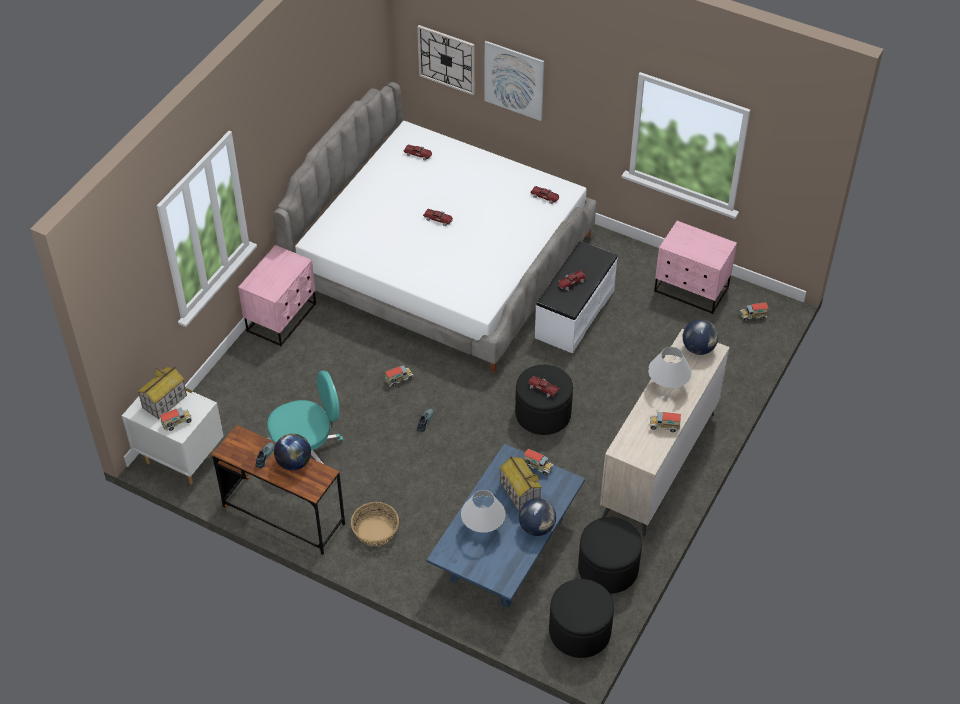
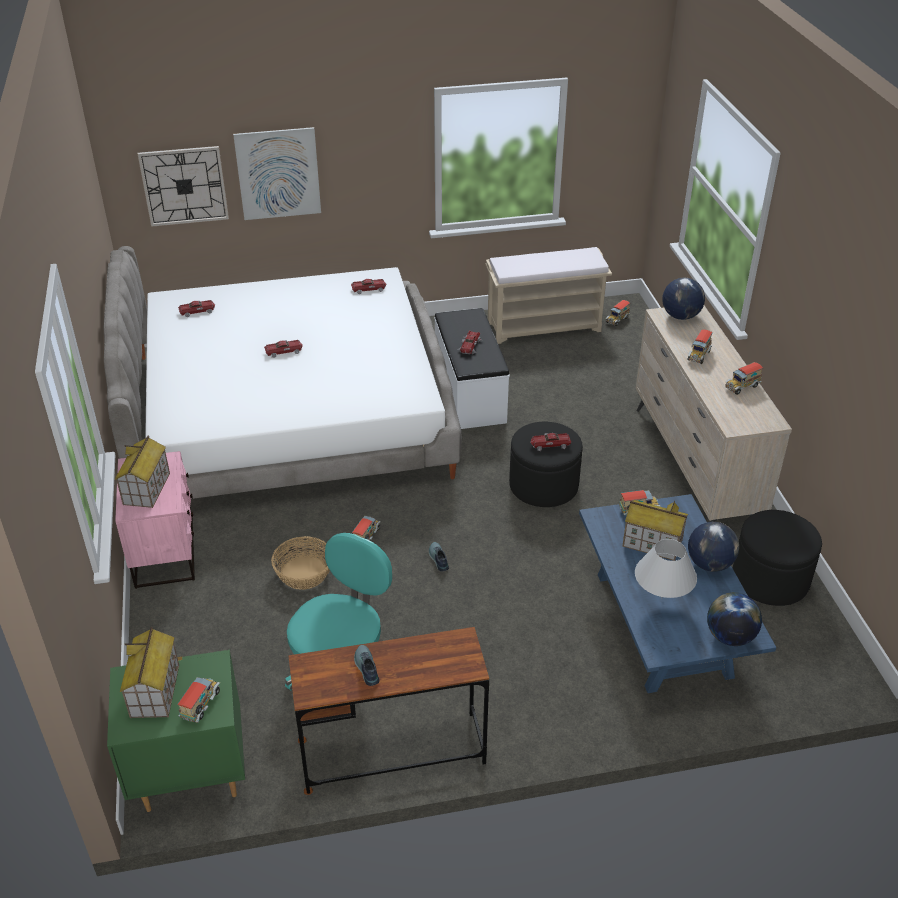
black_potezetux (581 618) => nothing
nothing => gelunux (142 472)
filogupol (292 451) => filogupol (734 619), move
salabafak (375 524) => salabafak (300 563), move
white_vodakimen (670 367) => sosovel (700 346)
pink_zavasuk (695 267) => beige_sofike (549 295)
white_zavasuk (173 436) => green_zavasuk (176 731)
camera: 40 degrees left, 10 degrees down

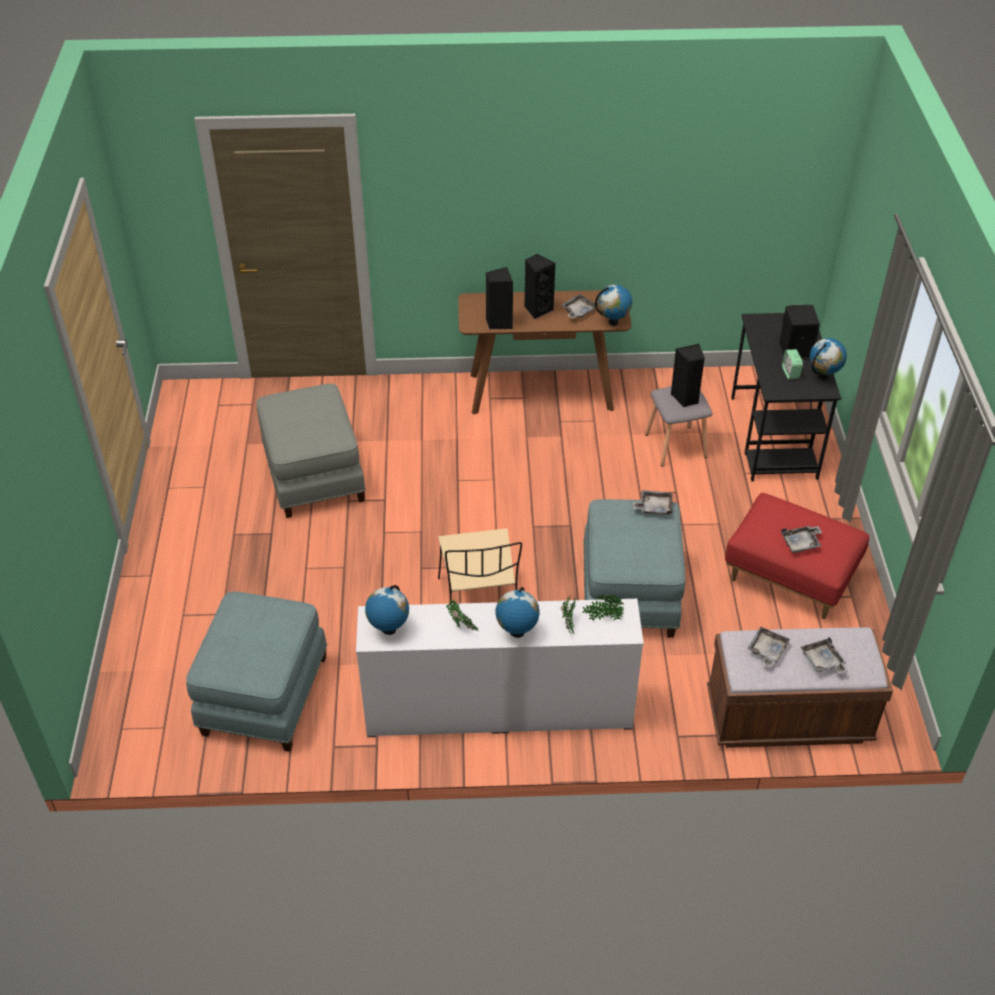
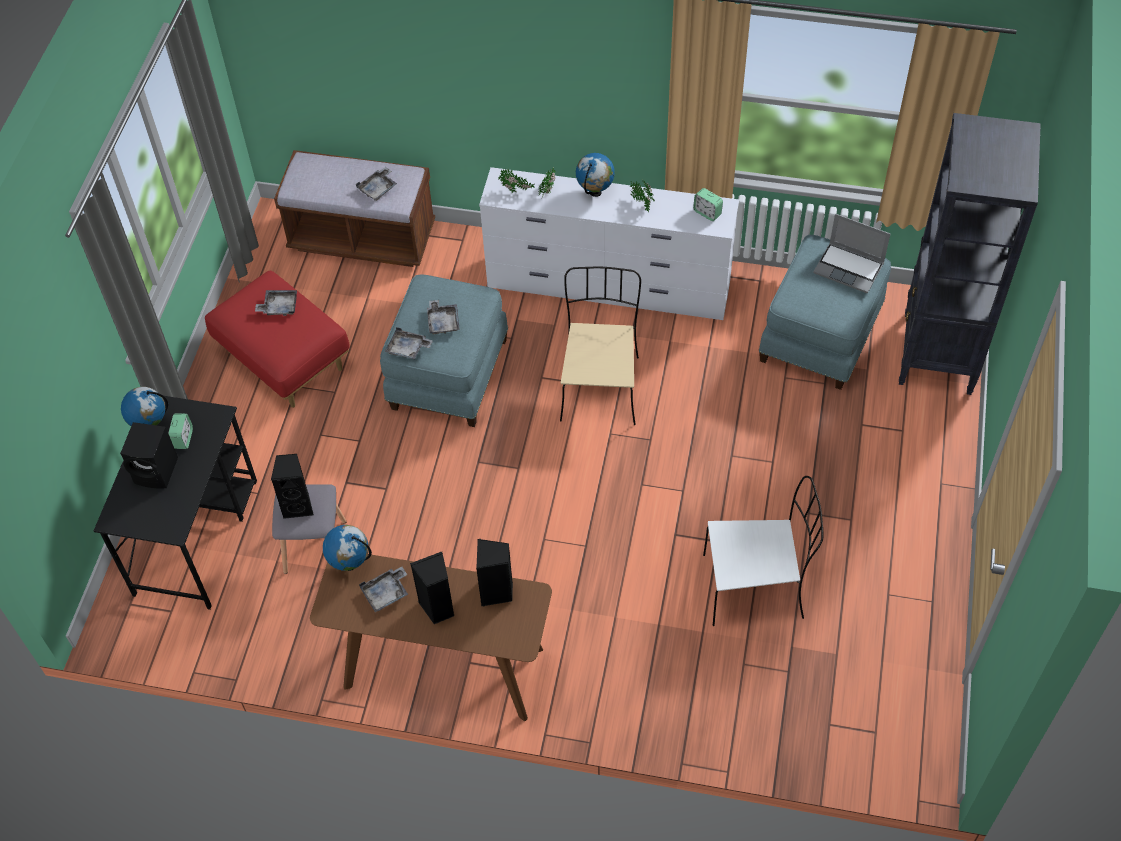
nothing => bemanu (851 253)
nothing => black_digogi (970 254)
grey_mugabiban (824 655) => grey_mugabiban (443 317), move
grey_potezetux (311 451) => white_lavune (763 551)
filogupol (387 610) => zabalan (708 204)
camera: 165 degrees left, 10 degrees up

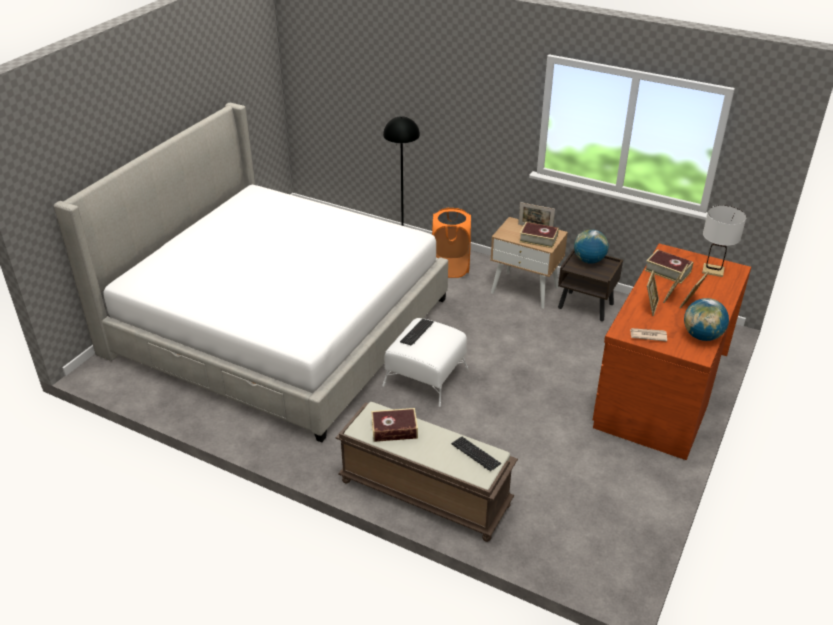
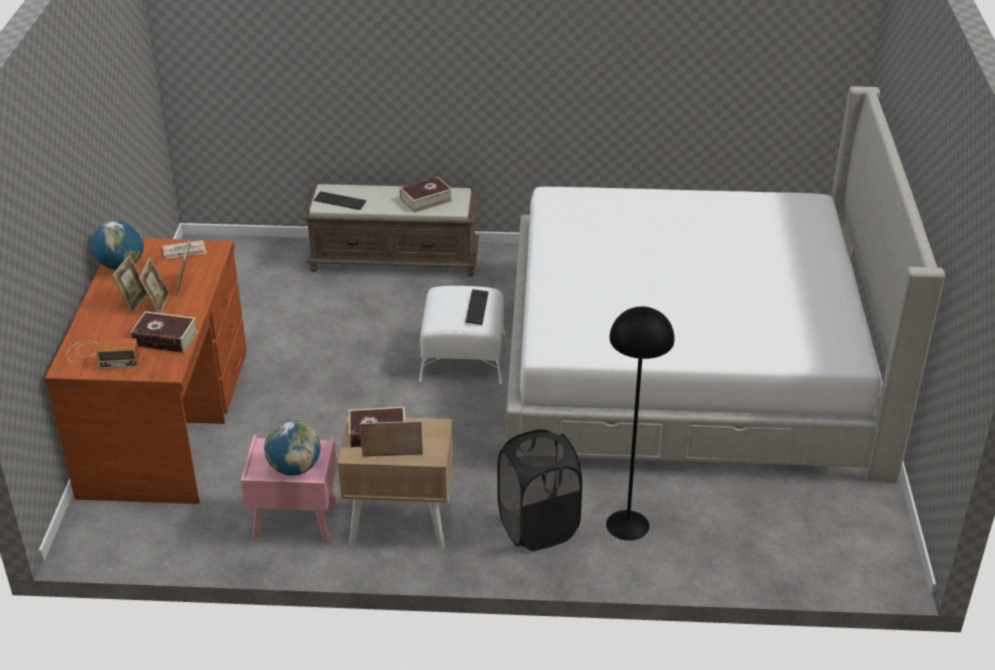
white_vodakimen (724 241) => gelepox (103 353)
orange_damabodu (451 243) => black_damabodu (539 490)
brown_zavasuk (590 285) => pink_zavasuk (288 488)
camera: 155 degrees right, 0 degrees up

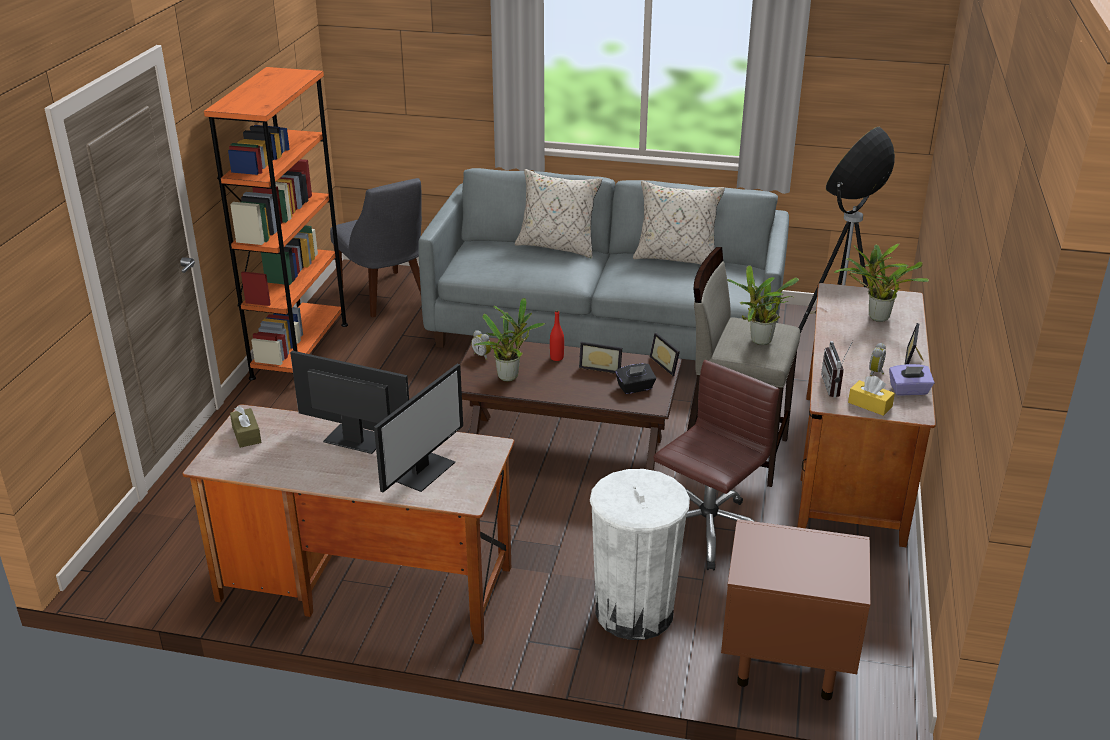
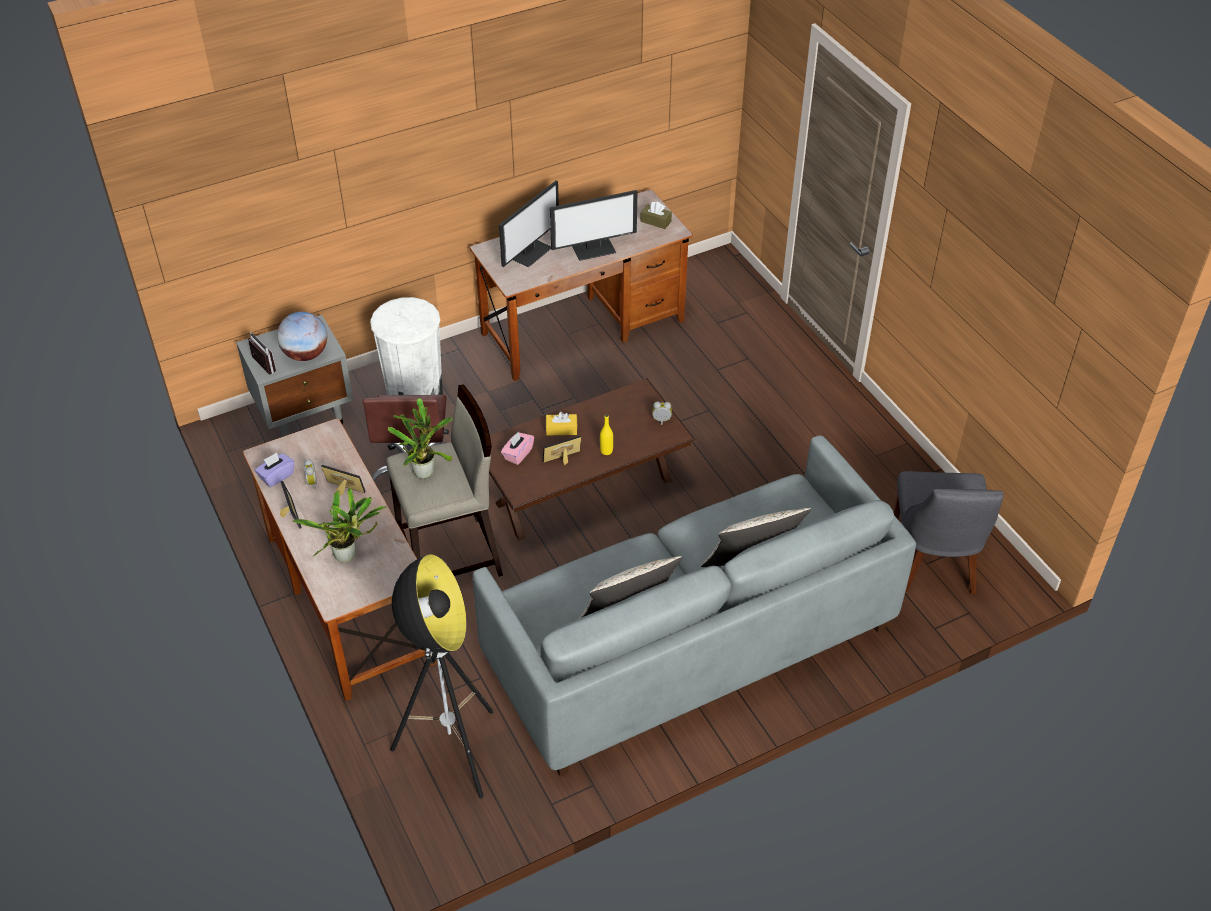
orange_digogi (276 223) => nothing
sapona (509 340) => nothing
nothing => filogupol (302 336)
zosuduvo (665 354) => zosuduvo (343 480), move
gelepox (837 369) => gelepox (261 353), move
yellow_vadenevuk (871 396) => yellow_vadenevuk (561 423), move
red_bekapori (557 335) => yellow_bekapori (606 434)
black_vadenevuk (636 378) => pink_vadenevuk (517 448)
brown_zavasuk (795 609) => grey_zavasuk (294 376)
grey_lavune (376 247) => grey_lavune (949 532), 105 degrees counterclockwise
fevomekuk (418 428) => fevomekuk (529 223), 135 degrees counterclockwise
camera: 140 degrees right, 15 degrees up

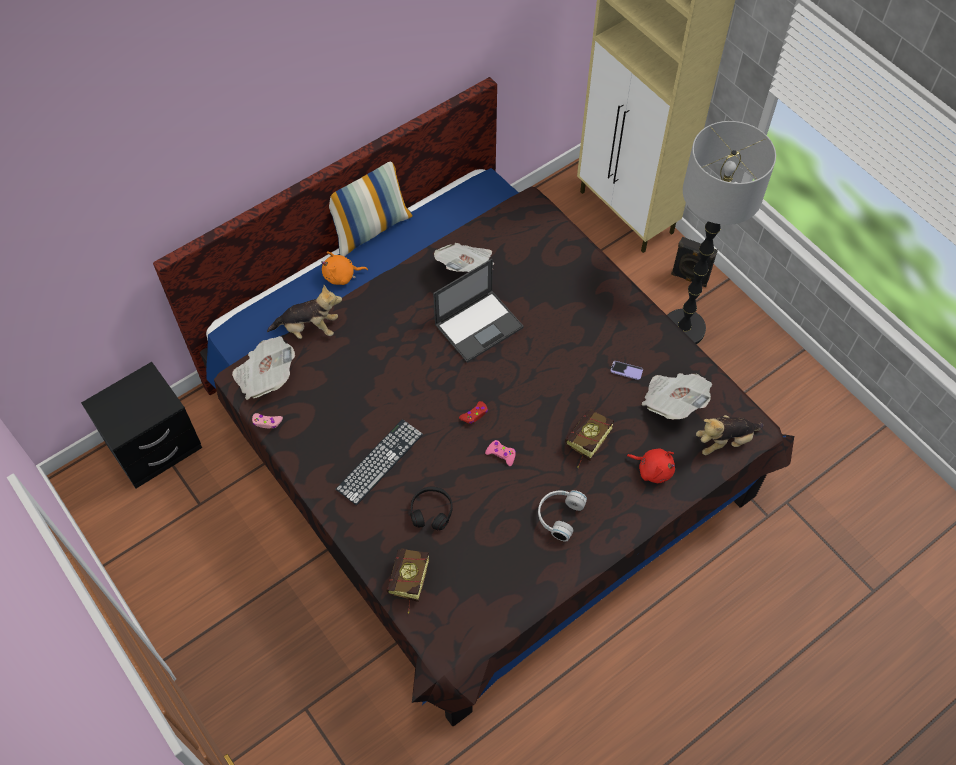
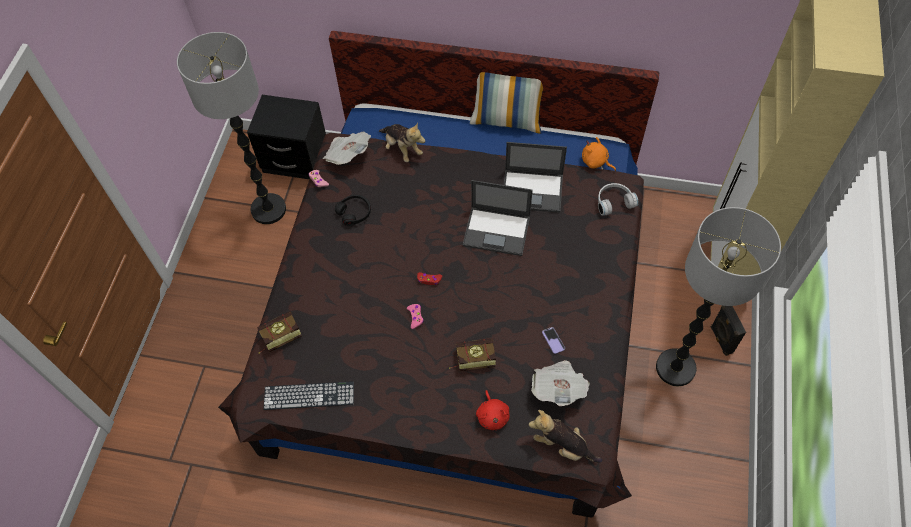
nothing => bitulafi (231 128)
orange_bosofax (344 268) => orange_bosofax (599 154), move
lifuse (379 462) => lifuse (308 395), move
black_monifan (431 508) => black_monifan (353 210), move
white_monifan (562 516) => white_monifan (618 199), move
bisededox (464 257) => bemanu (535 177)
camera: 50 degrees right, 0 degrees up

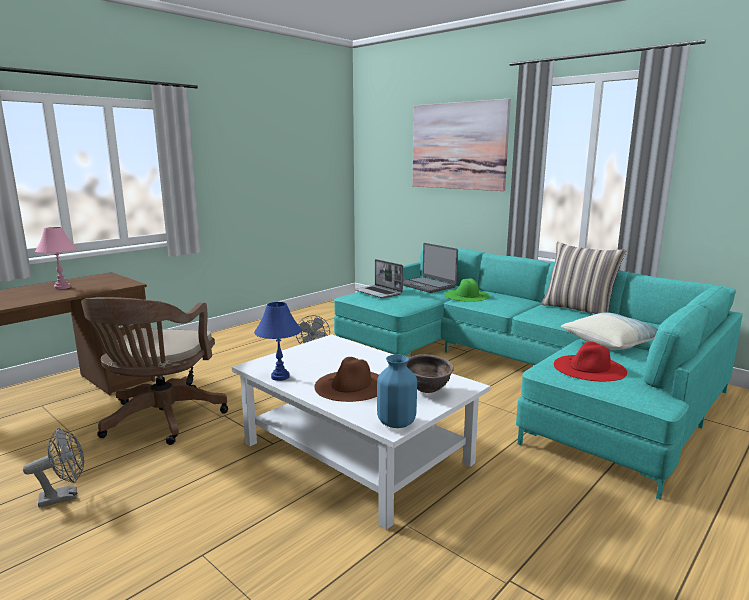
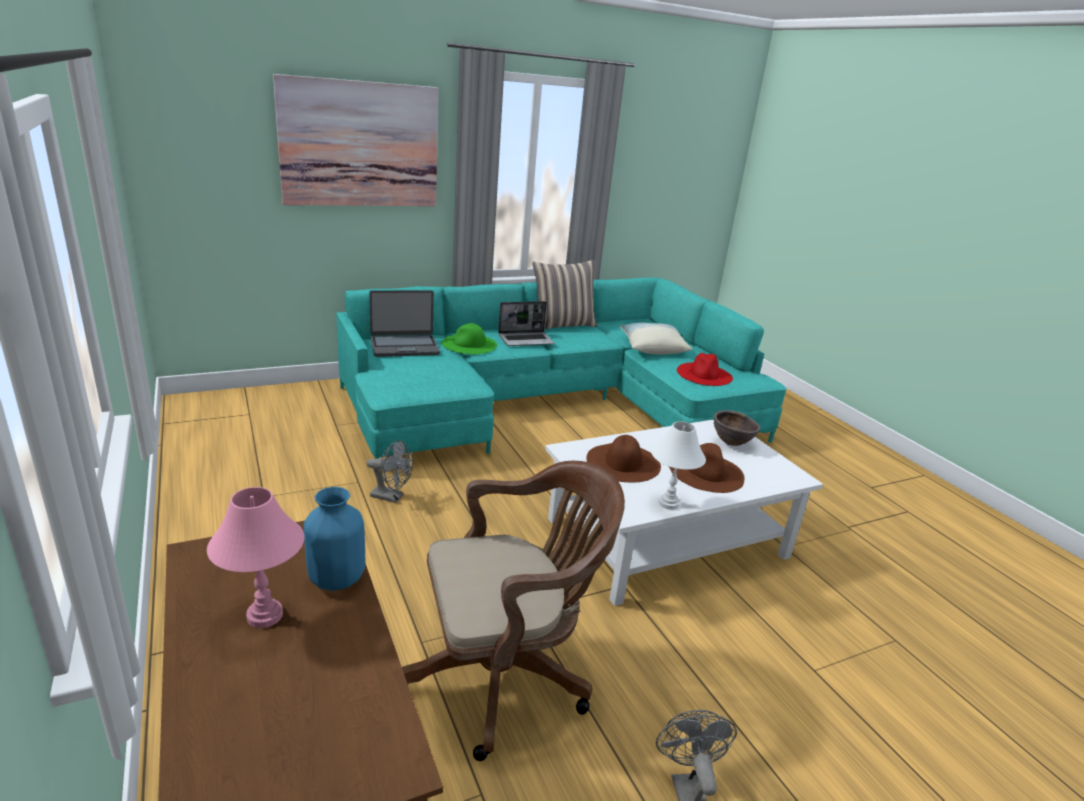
nothing => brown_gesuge (623 458)
bemanu (378 278) => bemanu (526 323), move
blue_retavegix (397 391) => blue_retavegix (334 539), move
blue_vodakimen (278 341) => white_vodakimen (678 465)
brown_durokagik (154 371) => brown_durokagik (513 611), 45 degrees counterclockwise
camera: 70 degrees left, 10 degrees up

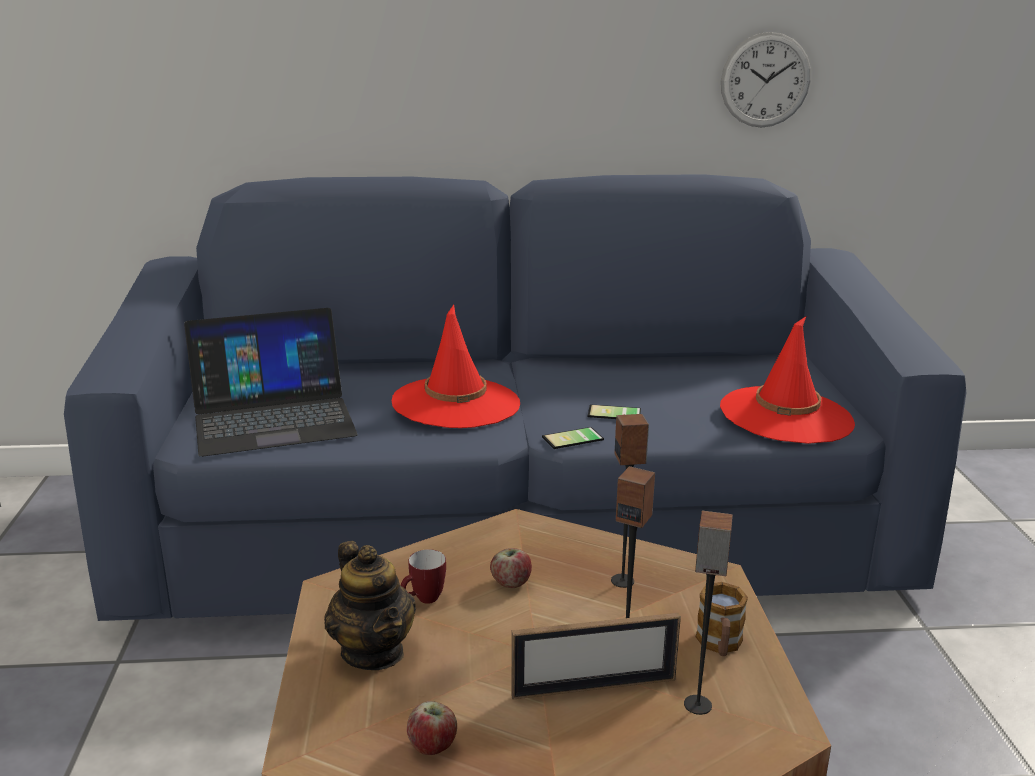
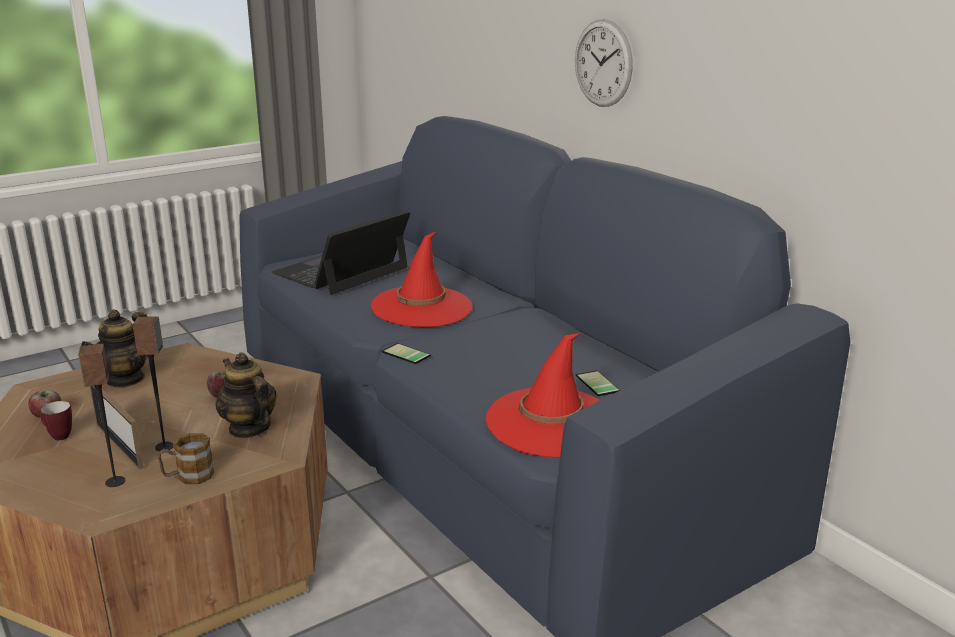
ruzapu (423 576) => ruzapu (56 420), move
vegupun (614 411) => vegupun (598 383), move
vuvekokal (766 80) => vuvekokal (604 63), move
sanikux (630 501) => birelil (246 395)
bemanu (271 382) => bemanu (341 253), 90 degrees clockwise
camera: 60 degrees right, 0 degrees up

